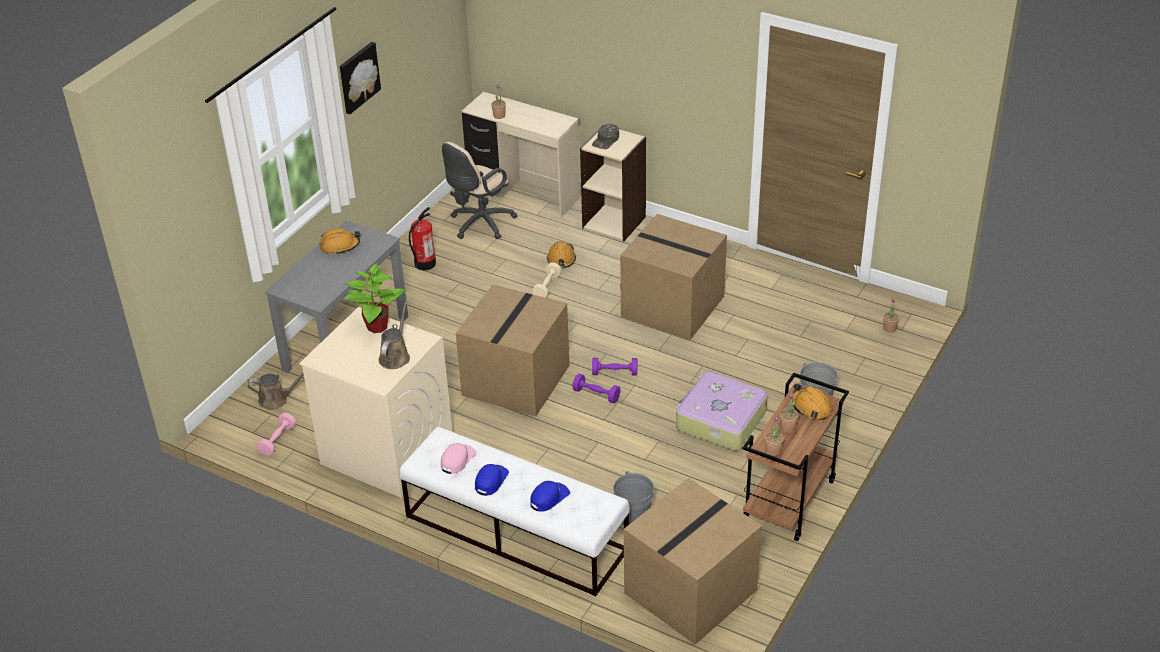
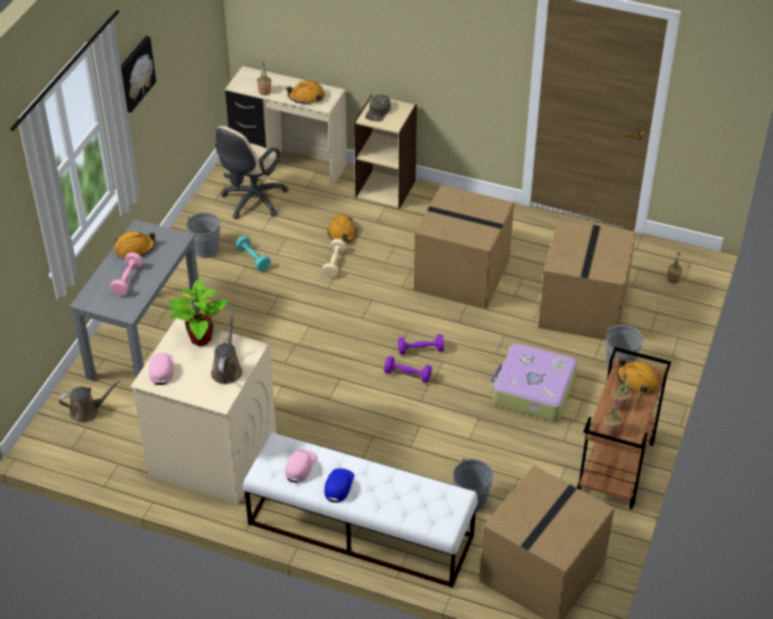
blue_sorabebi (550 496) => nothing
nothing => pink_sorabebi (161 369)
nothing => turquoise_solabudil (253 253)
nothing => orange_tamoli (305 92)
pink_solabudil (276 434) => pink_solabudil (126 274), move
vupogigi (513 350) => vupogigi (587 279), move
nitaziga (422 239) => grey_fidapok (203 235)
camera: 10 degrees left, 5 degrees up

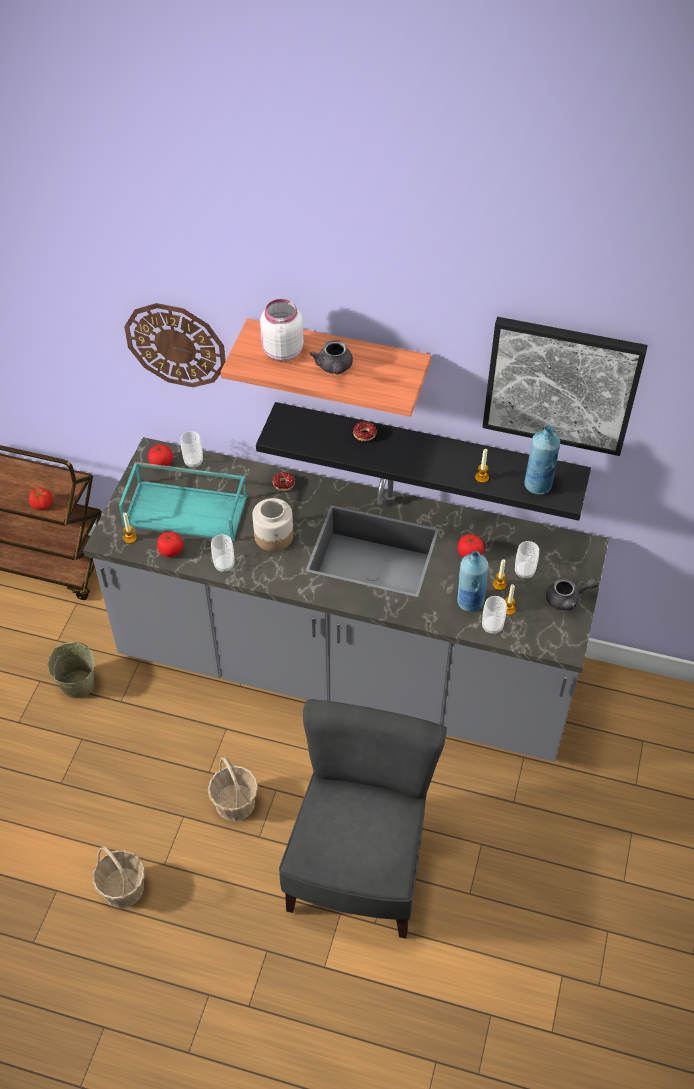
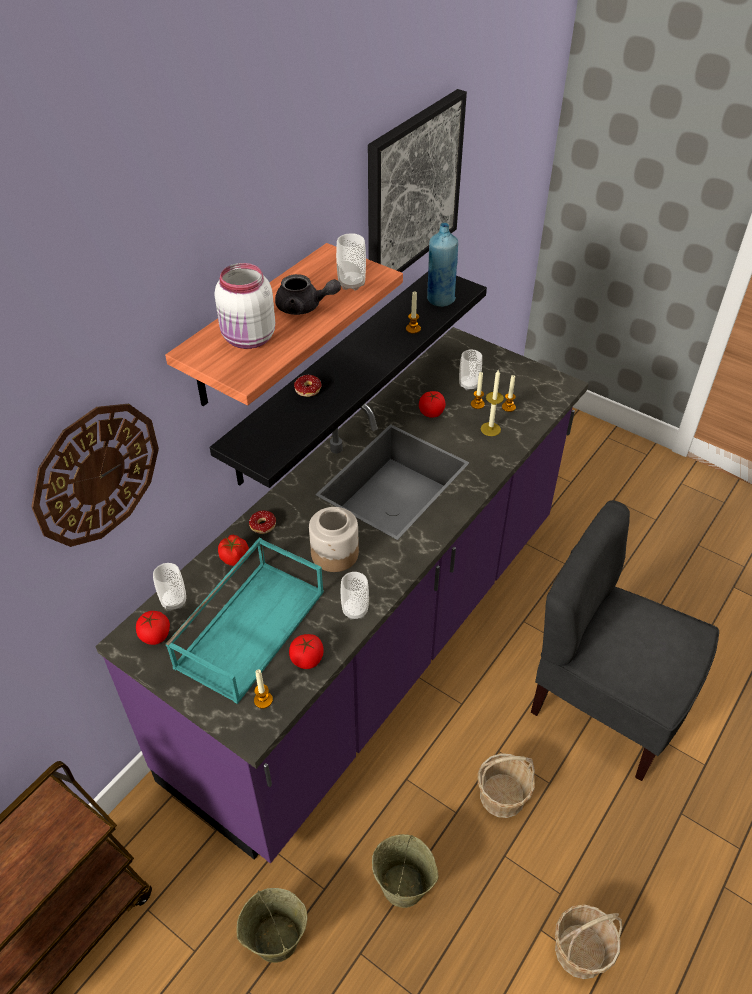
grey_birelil (572 594) => nothing
nothing => beige_fidapok (405 871)
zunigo (40 498) => zunigo (233 550), move
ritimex (494 615) => ritimex (351 262), move
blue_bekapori (473 581) => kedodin (492 402)
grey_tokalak (346 599) => purple_tokalak (342 595)
camera: 70 degrees left, 5 degrees down

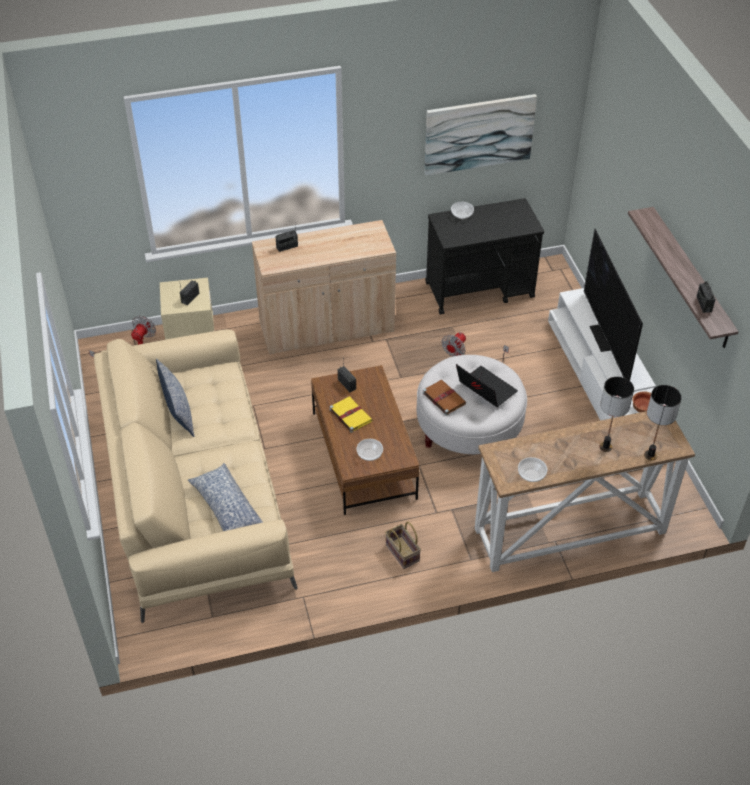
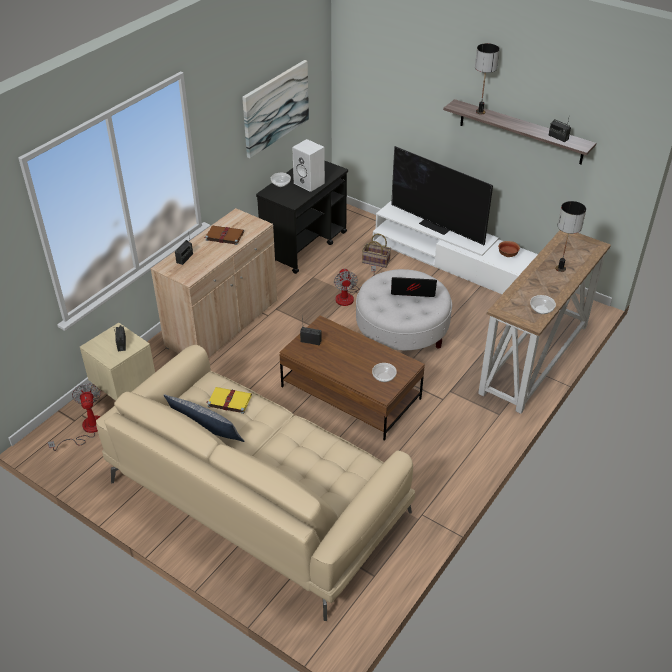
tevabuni (225 497) => nothing
nothing => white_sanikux (308 165)
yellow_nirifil (350 414) => yellow_nirifil (229 400), move
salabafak (403 545) => salabafak (376 251), move
brown_nirifil (445 397) => brown_nirifil (224 235), move
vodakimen (663 423) => vodakimen (487 78), move
camera: 40 degrees left, 5 degrees down

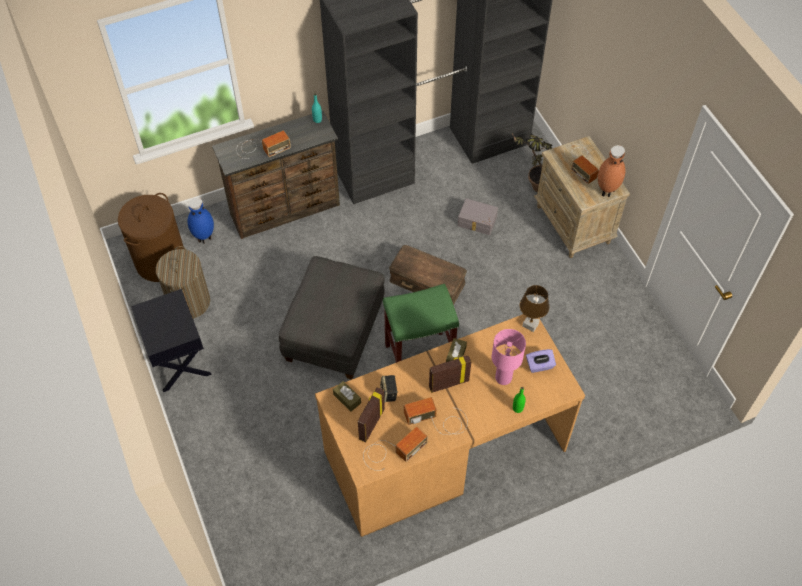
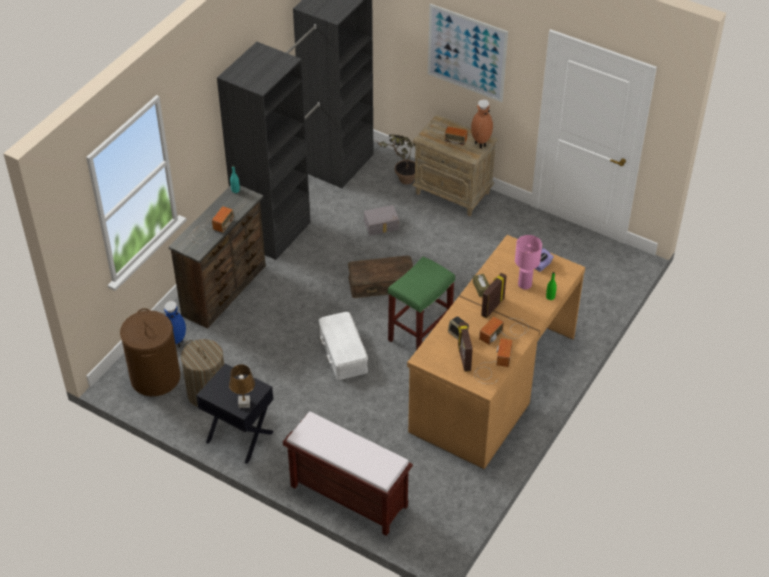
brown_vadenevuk (347 396) => nothing
nothing => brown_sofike (348 473)
nothing => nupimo (468 53)
brown_vodakimen (534 308) => brown_vodakimen (242 386), move
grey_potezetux (332 317) => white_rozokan (343 346)
camera: 35 degrees left, 10 degrees down

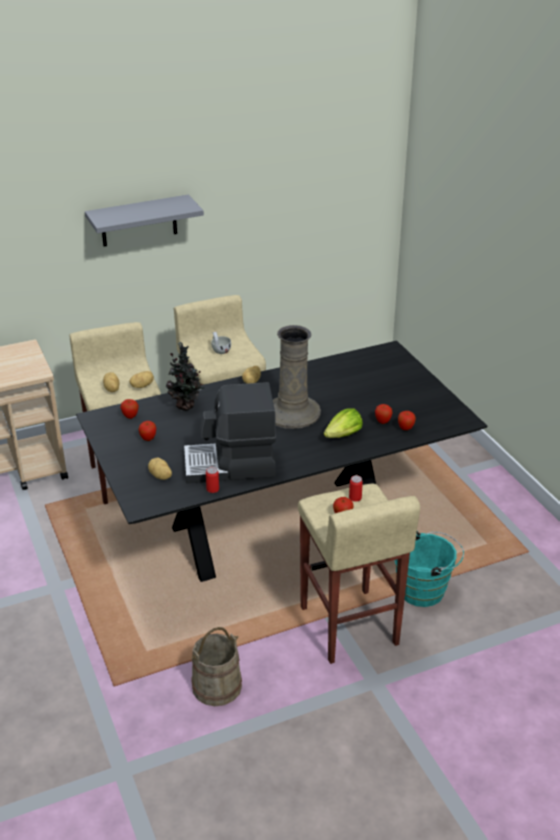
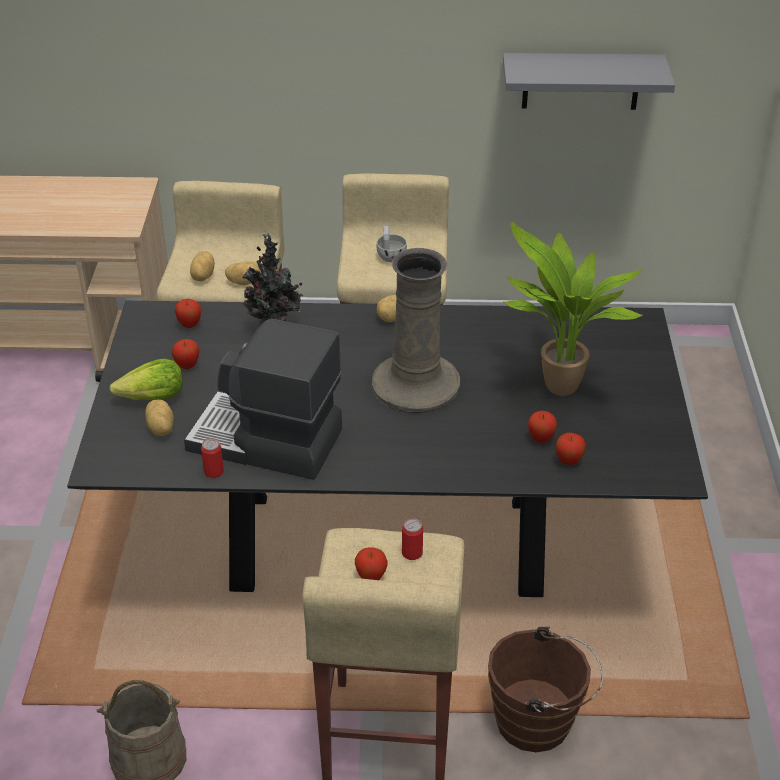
nothing => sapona (572 308)
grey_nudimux (144 221) => grey_nudimux (589 81), move
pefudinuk (343 423) => pefudinuk (146 379), move
turquoise_fidapok (429 569) => brown_fidapok (545 689)
camera: 25 degrees right, 5 degrees up

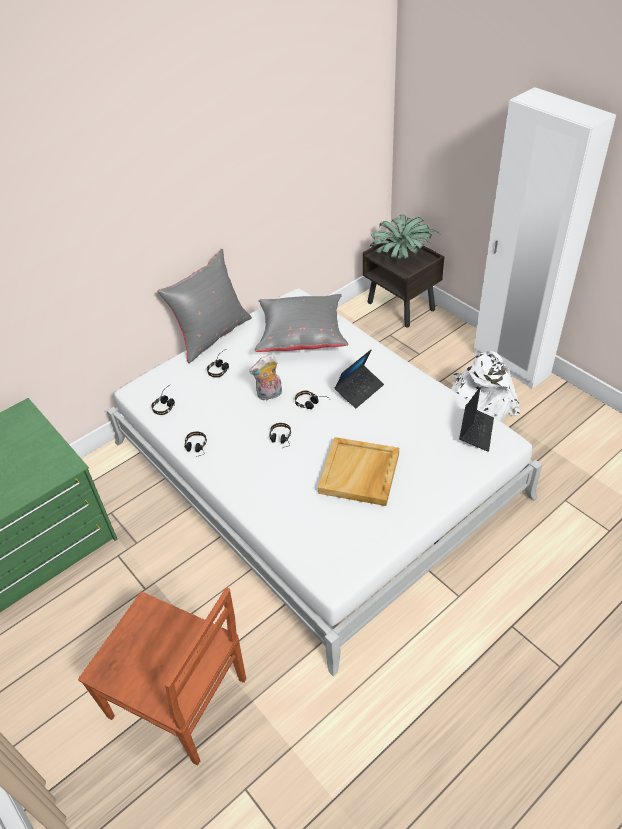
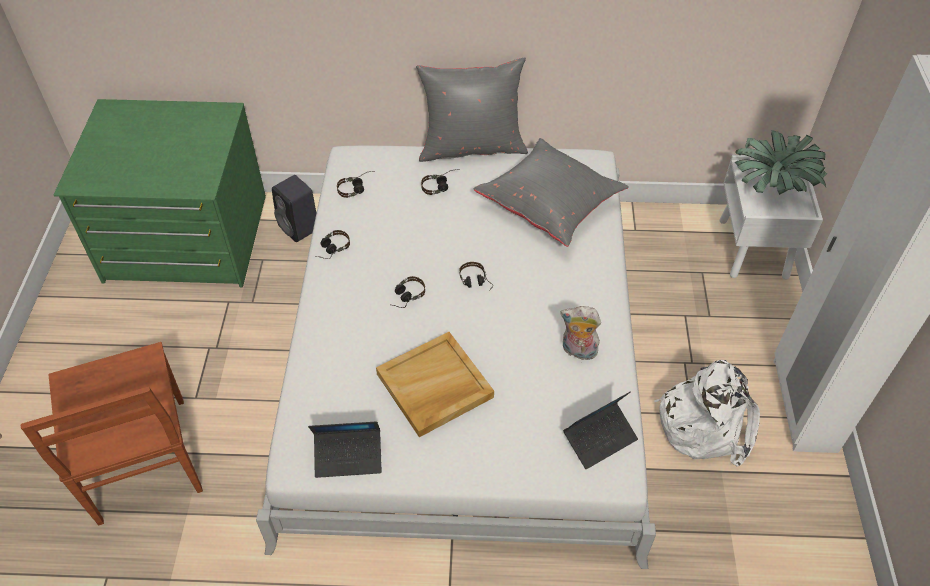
nothing => black_sanikux (294 208)
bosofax (265 377) => bosofax (580 333), move
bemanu (359 379) => bemanu (345 449), move
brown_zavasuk (403 281) => white_zavasuk (771 217)
camera: 40 degrees right, 5 degrees up

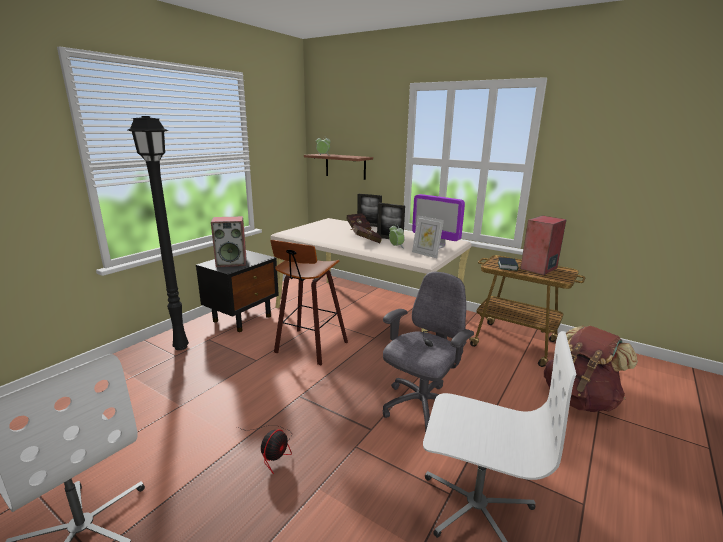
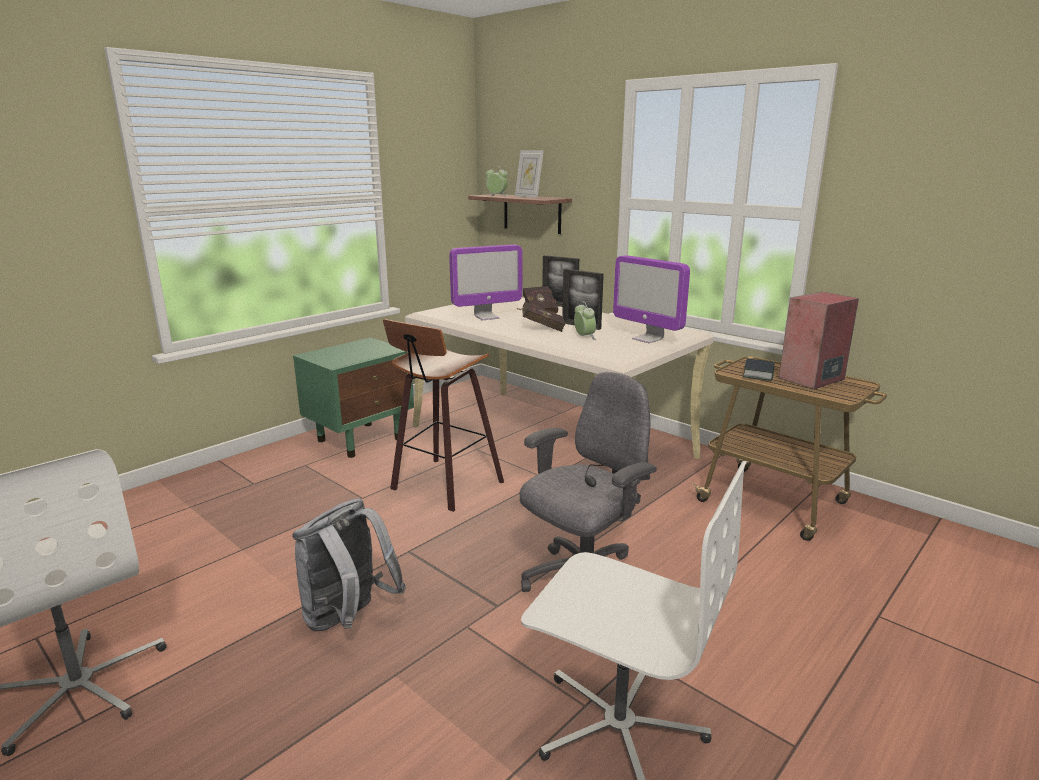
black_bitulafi (158 233) => nothing
sanikux (229 241) => nothing
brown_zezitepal (591 369) => nothing
nothing => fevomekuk (485 282)
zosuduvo (428 237) => zosuduvo (529 174), move
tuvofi (264 449) => grey_zezitepal (349 564)
black_zavasuk (237 291) => green_zavasuk (353 397)
camera: 10 degrees right, 0 degrees up

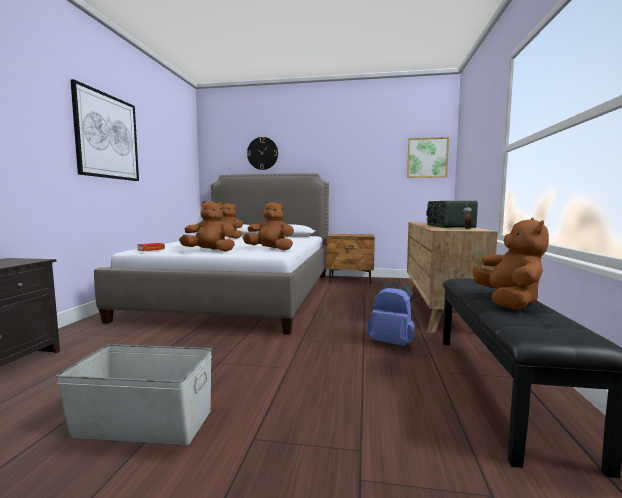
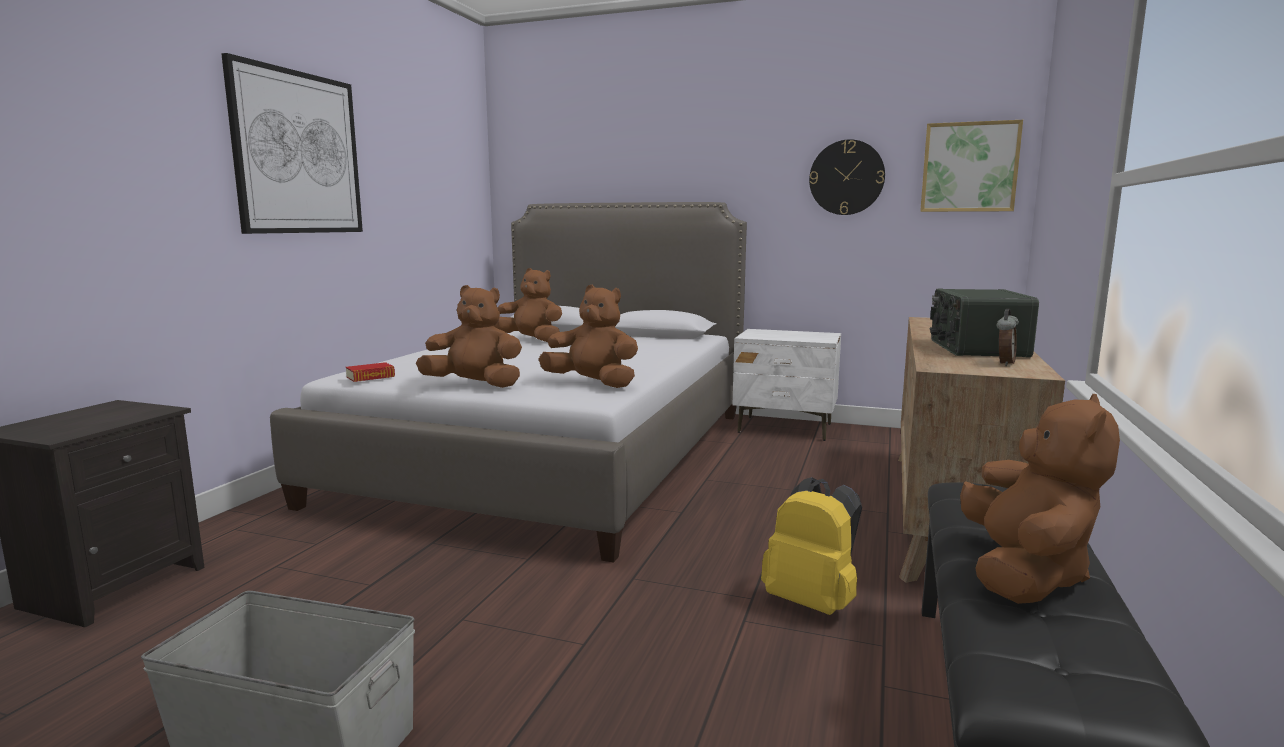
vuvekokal (262 153) => vuvekokal (847 177), move
brown_zavasuk (350 259) => white_zavasuk (787 385)
blue_zezitepal (391 314) => yellow_zezitepal (811 546)
camera: 10 degrees right, 5 degrees up

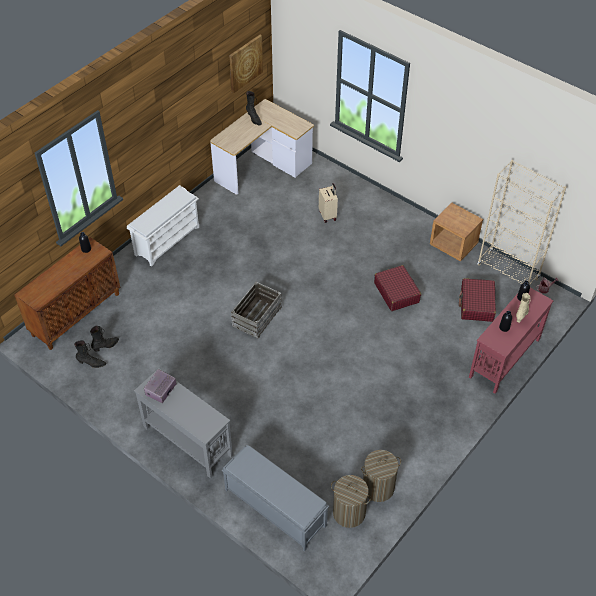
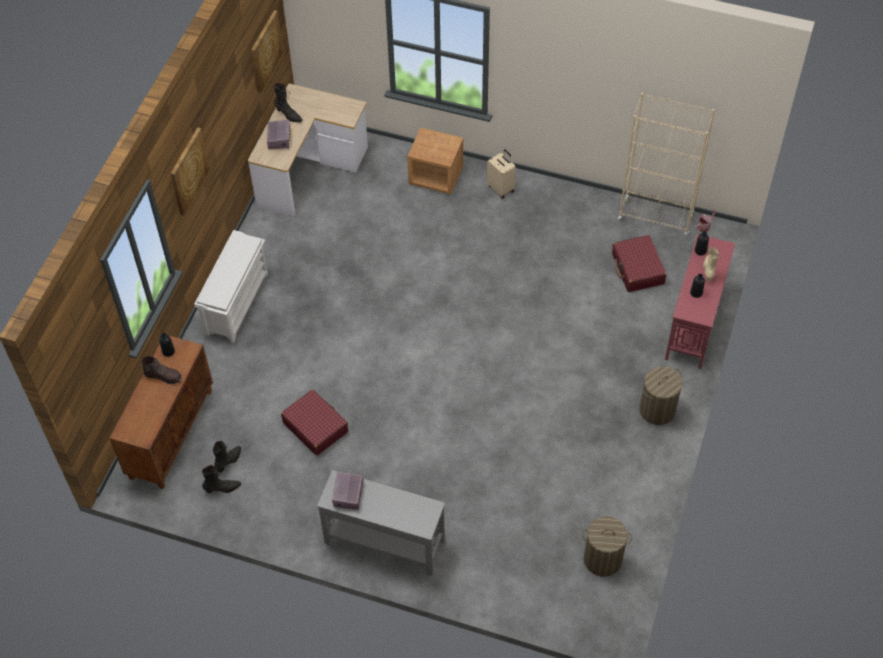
grey_sofike (275 498) => nothing
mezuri (256 310) => nothing
nothing => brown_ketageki (161 370)
nothing => nupimo (190 171)
nothing => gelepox (279 134)
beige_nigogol (328 203) => beige_nigogol (501 174), move
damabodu (381 476) => damabodu (660 395), move
red_nigogol (397 288) => red_nigogol (314 422), move
brown_zavasuk (456 232) => brown_zavasuk (435 161), move
camera: 20 degrees left, 5 degrees up

